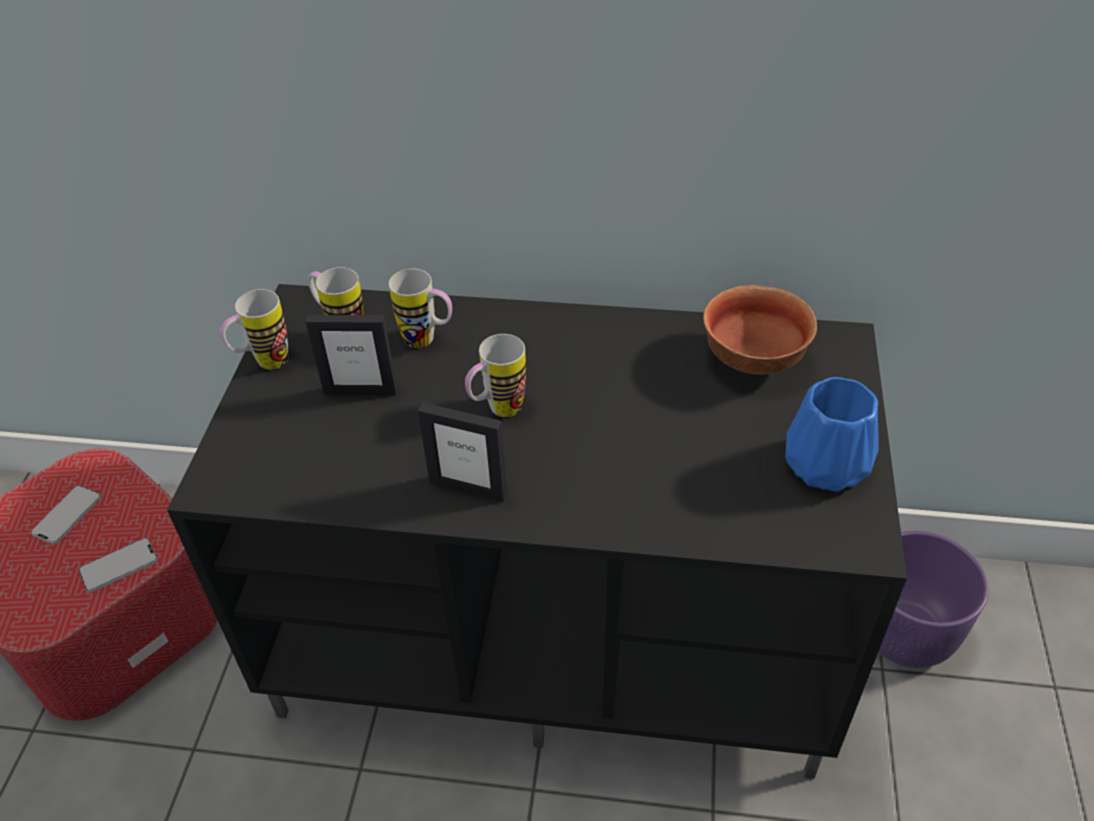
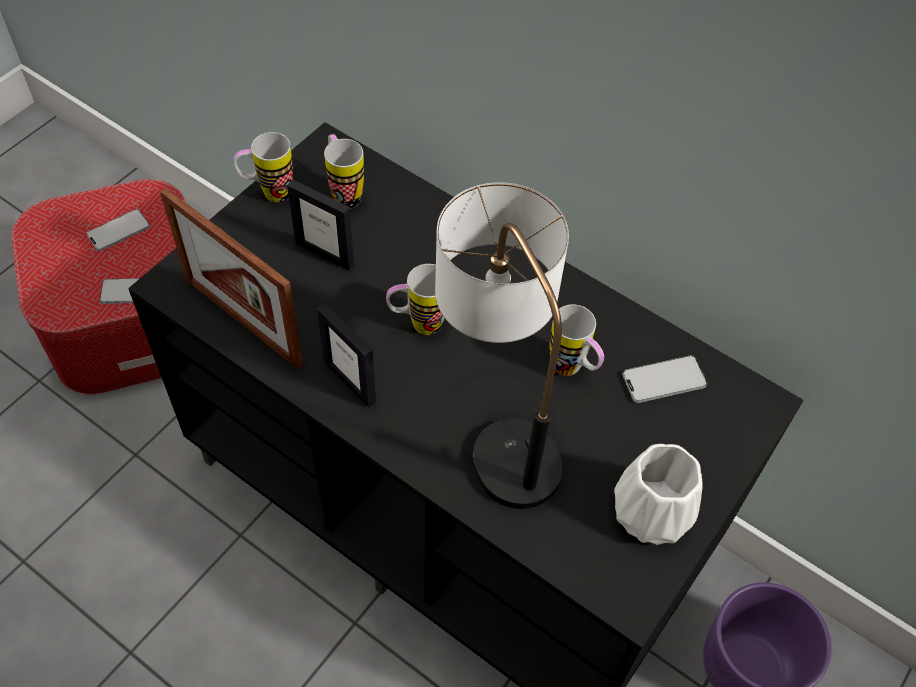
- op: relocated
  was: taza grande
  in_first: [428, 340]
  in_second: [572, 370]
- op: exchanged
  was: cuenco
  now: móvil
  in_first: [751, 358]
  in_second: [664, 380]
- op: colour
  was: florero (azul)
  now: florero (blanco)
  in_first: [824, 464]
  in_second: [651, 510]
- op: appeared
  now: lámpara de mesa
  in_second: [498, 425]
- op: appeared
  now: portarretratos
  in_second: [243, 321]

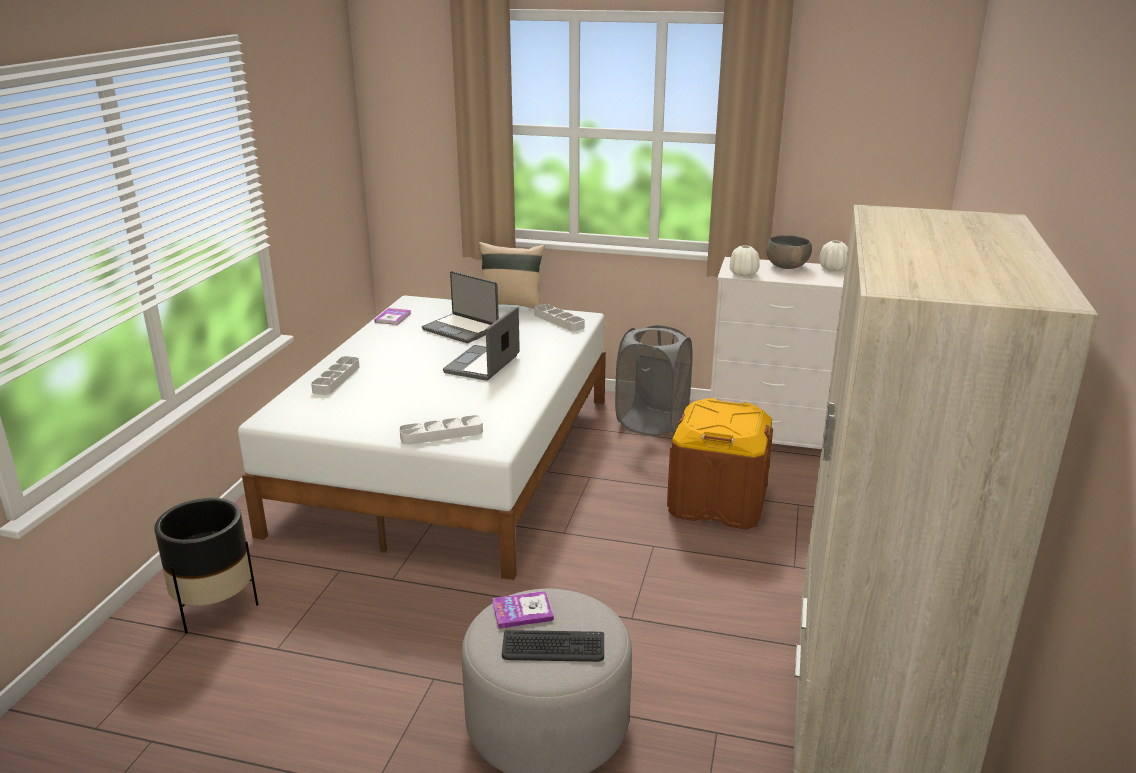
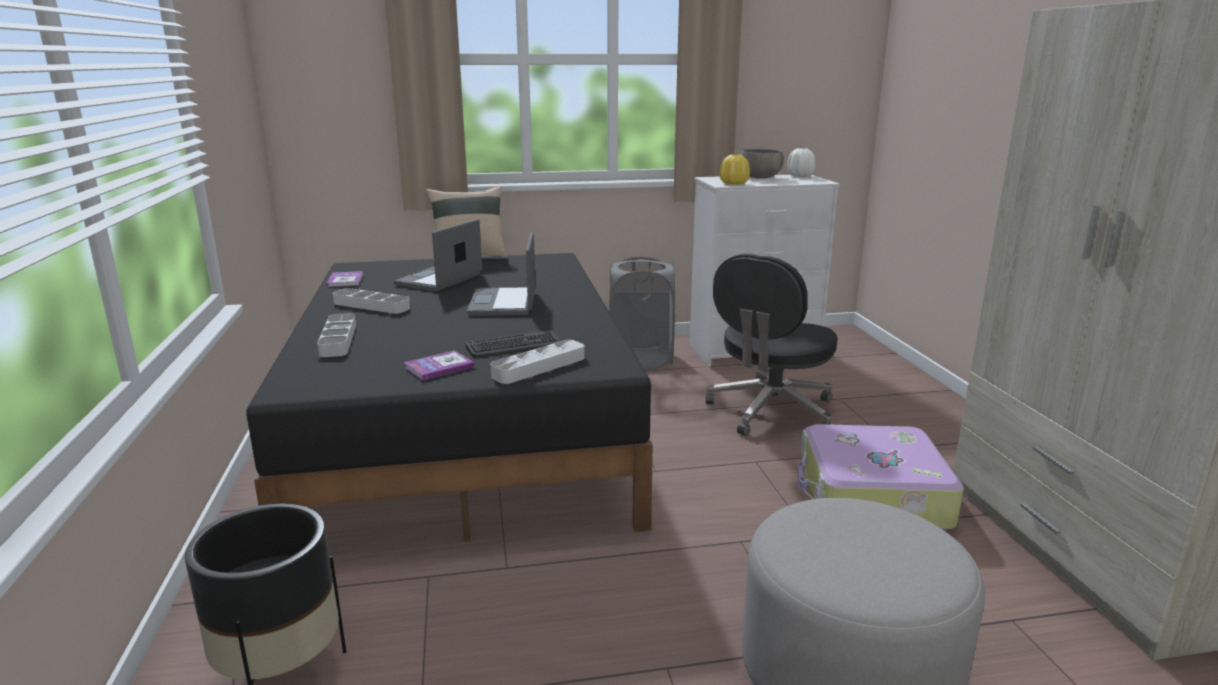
- op: colour
  was: florero (blanco)
  now: florero (amarillo)
  in_first: [743, 274]
  in_second: [734, 183]
- op: spun
  was: portátil
  in_first: [461, 329]
  in_second: [440, 280]
  clockwise: 105
- op: colour
  was: cama (blanco)
  now: cama (negro)
  in_first: [452, 461]
  in_second: [466, 431]
- op: relocated
  was: bandeja (gris)
  in_first: [559, 321]
  in_second: [371, 305]
- op: exchanged
  was: caja de almacenaje (marrón)
  now: silla de oficina (negro)
  in_first: [717, 502]
  in_second: [770, 411]
- op: relocated
  was: libro
  in_first: [522, 611]
  in_second: [439, 367]
- op: relocated
  was: teclado
  in_first: [553, 648]
  in_second: [514, 346]
- op: appeared
  now: maleta
  in_second: [871, 496]

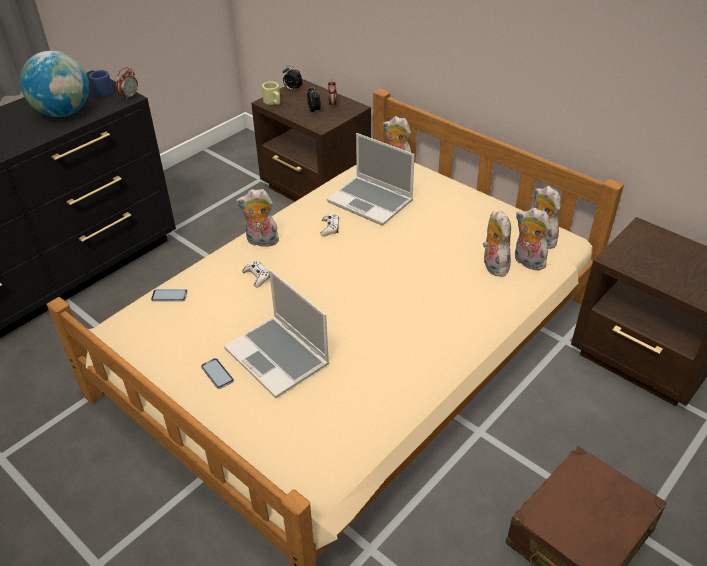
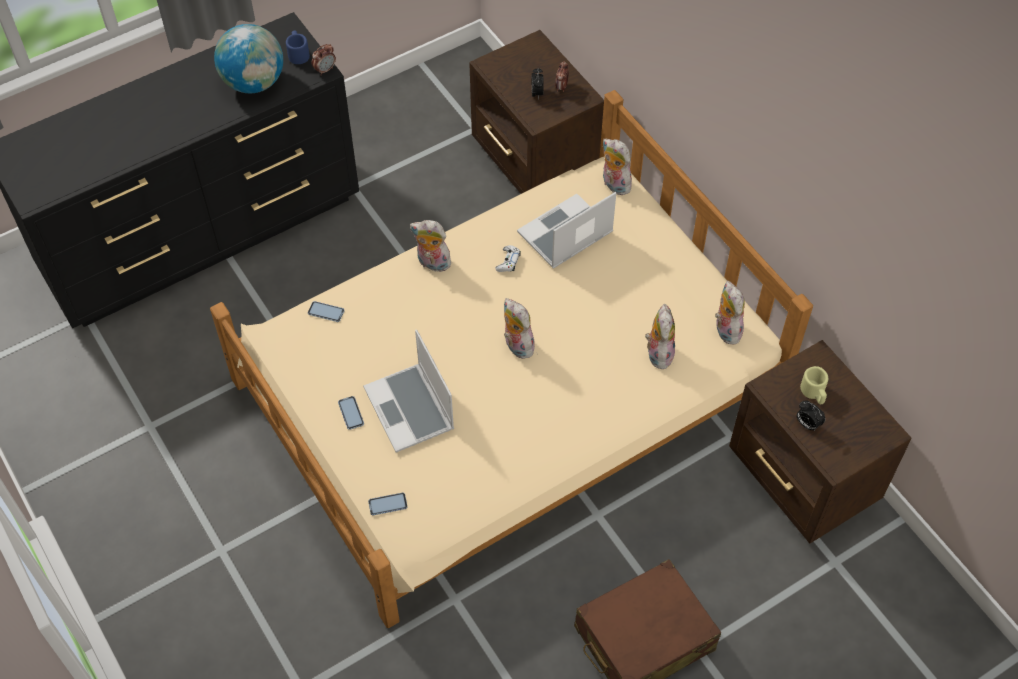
- op: relocated
  was: despertador
  in_first: [292, 89]
  in_second: [807, 424]
- op: relocated
  was: taza grande (beis)
  in_first: [273, 102]
  in_second: [814, 393]
- op: spun
  was: portátil
  in_first: [371, 202]
  in_second: [565, 234]
  clockwise: 90
- op: relocated
  was: peluche
  in_first: [527, 262]
  in_second: [516, 345]
- op: missing
  was: mando de consola (blanco)
  in_first: [257, 277]
- op: appeared
  now: móvil
  in_second: [387, 504]

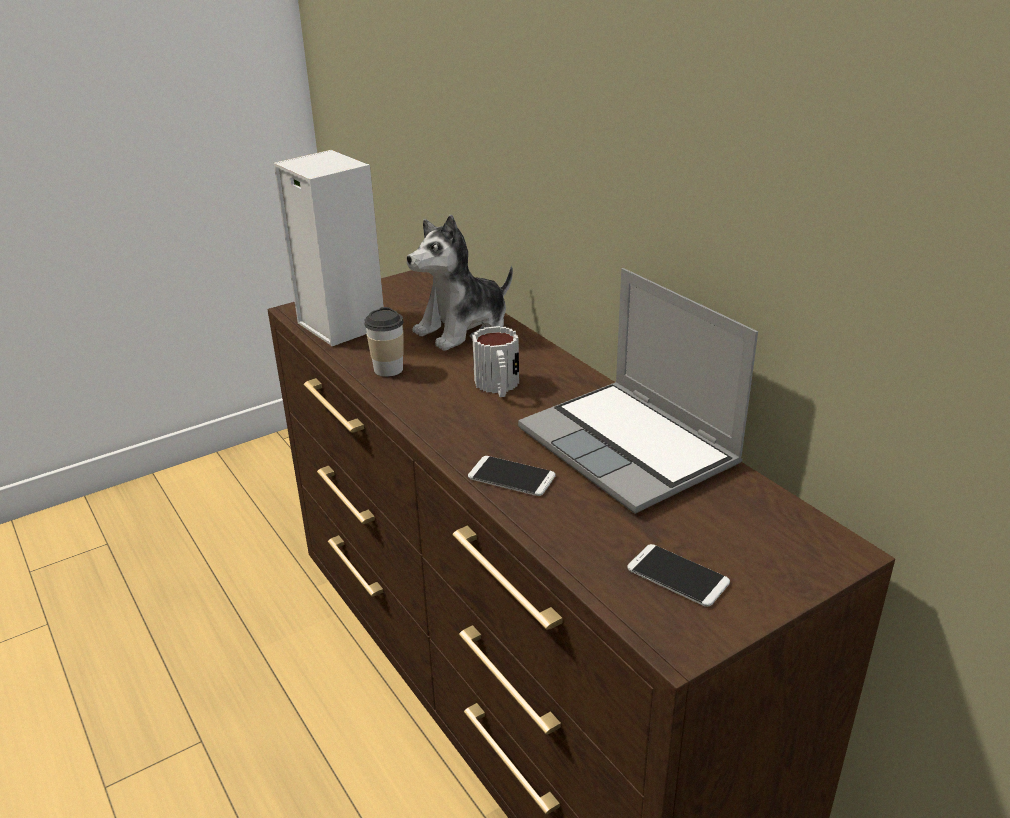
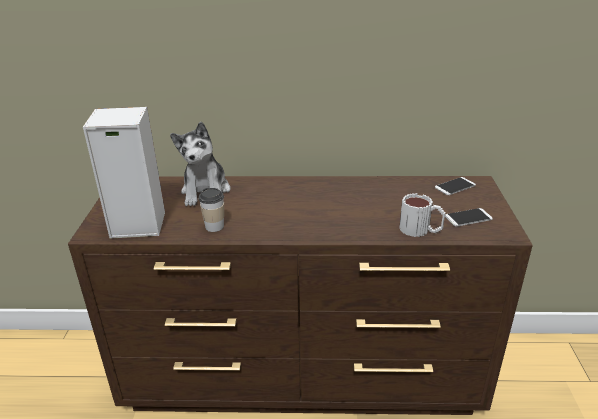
- op: missing
  was: portátil
  in_first: [631, 448]
- op: relocated
  was: taza grande
  in_first: [498, 387]
  in_second: [421, 230]
- op: relocated
  was: móvil
  in_first: [511, 477]
  in_second: [455, 186]

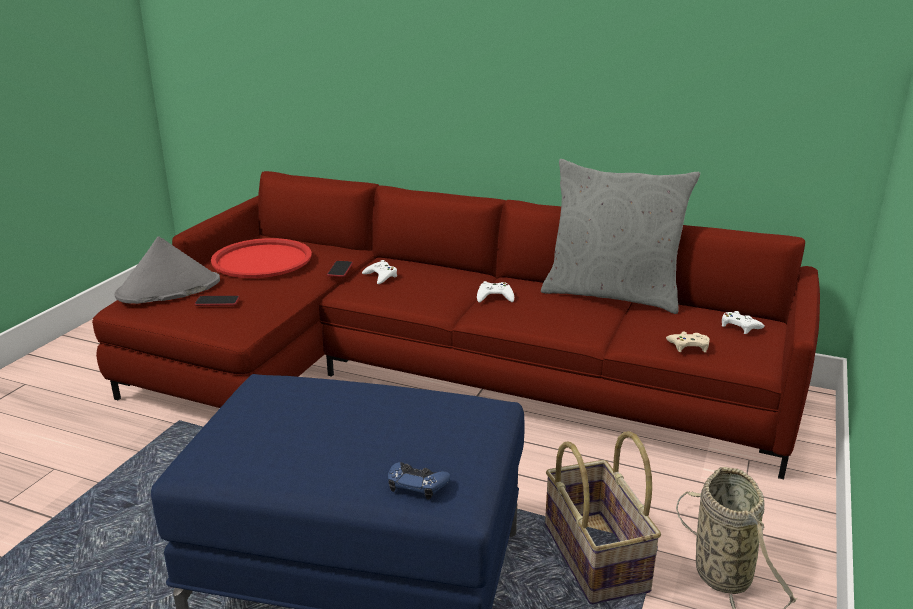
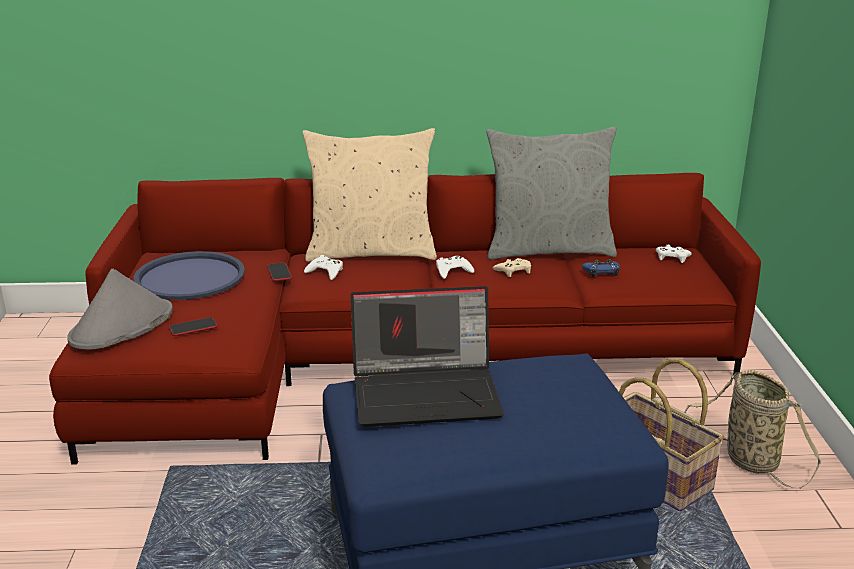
- op: colour
  was: bandeja (rojo)
  now: bandeja (azul)
  in_first: [262, 260]
  in_second: [190, 277]
- op: relocated
  was: mando de consola (beis)
  in_first: [689, 346]
  in_second: [513, 271]
- op: relocated
  was: mando de consola (azul)
  in_first: [417, 484]
  in_second: [601, 272]
- op: appeared
  now: cojín (beis)
  in_second: [371, 252]
- op: appeared
  now: portátil
  in_second: [427, 392]

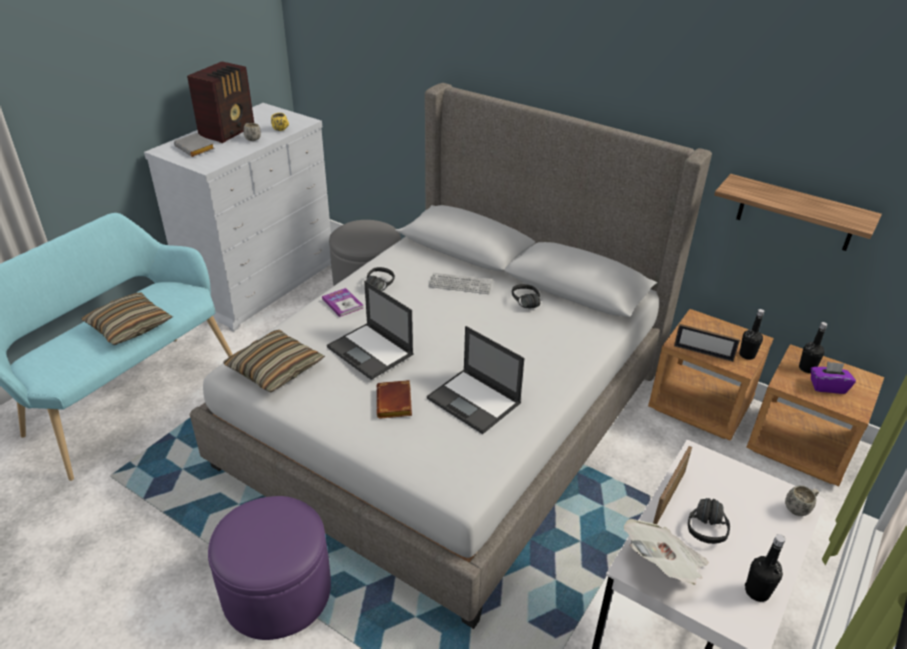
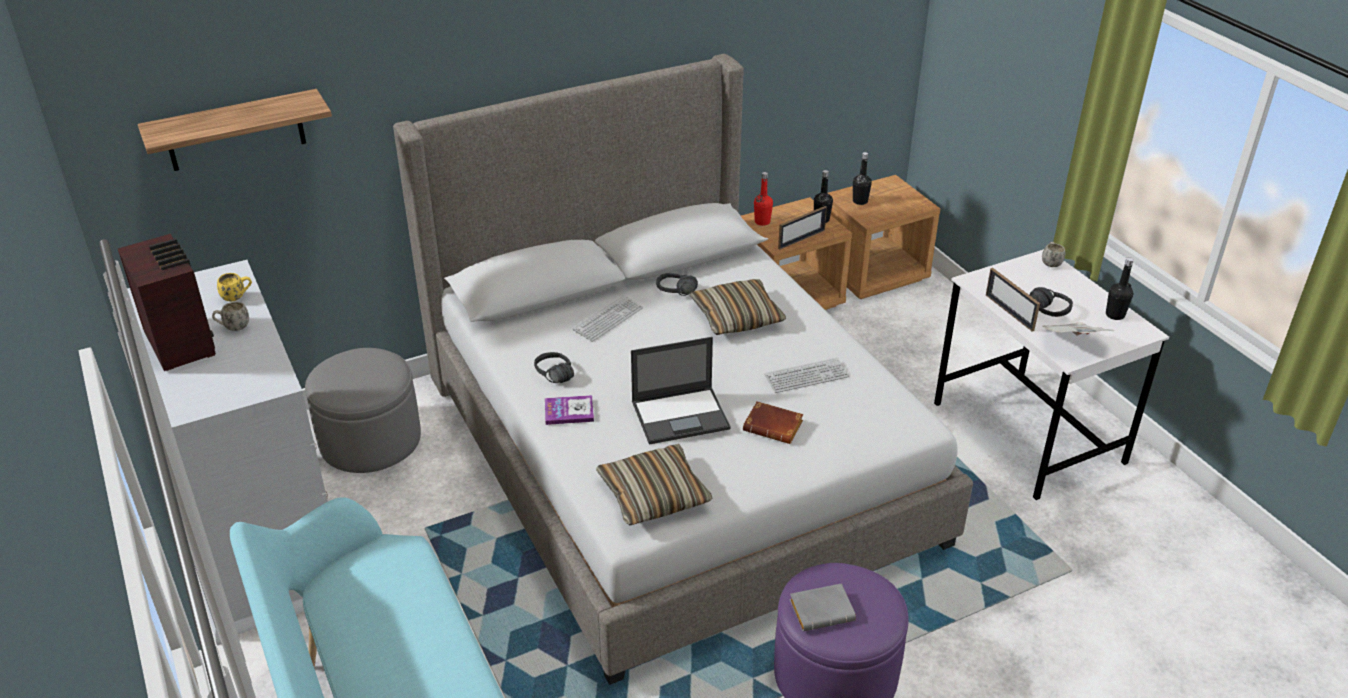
- op: relocated
  was: libro (gris)
  in_first: [196, 149]
  in_second: [822, 610]
- op: relocated
  was: estante
  in_first: [796, 213]
  in_second: [235, 131]
- op: relocated
  was: cojín
  in_first: [129, 326]
  in_second: [737, 317]
- op: exchanged
  was: portátil
  now: teclado
  in_first: [474, 401]
  in_second: [806, 376]
- op: missing
  was: caja de pañuelos (morado)
  in_first: [827, 386]
- op: appeared
  now: botella (rojo)
  in_second: [762, 222]

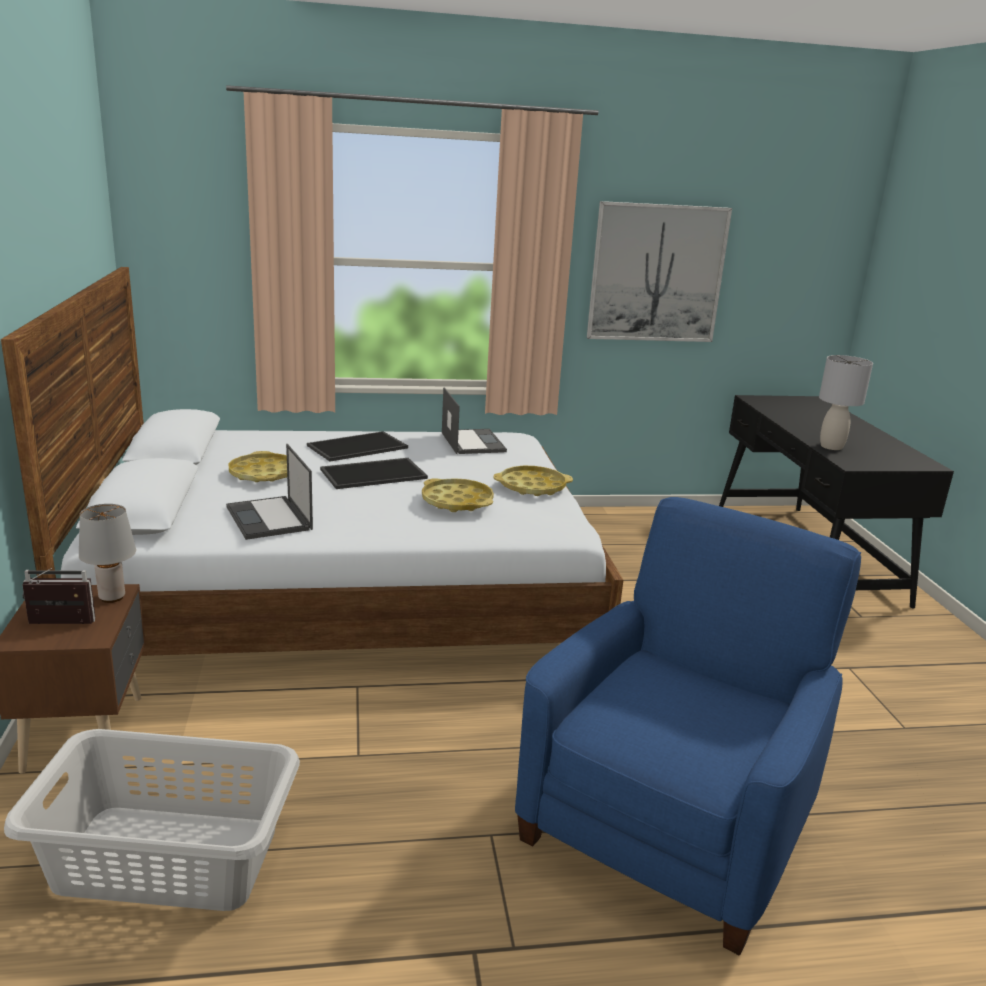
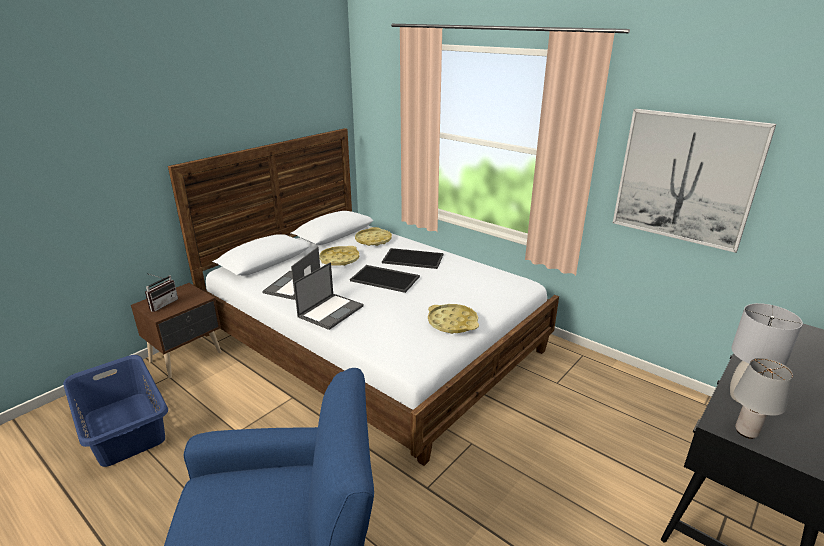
- op: relocated
  was: portátil
  in_first: [472, 442]
  in_second: [331, 311]
- op: relocated
  was: bandeja (amarillo)
  in_first: [457, 501]
  in_second: [373, 240]
- op: relocated
  was: lámpara de mesa (gris)
  in_first: [111, 597]
  in_second: [745, 431]
- op: spun
  was: radio
  in_first: [59, 625]
  in_second: [162, 304]
  clockwise: 75
- op: colour
  was: cesto de la ropa (gris)
  now: cesto de la ropa (azul)
  in_first: [167, 856]
  in_second: [125, 427]

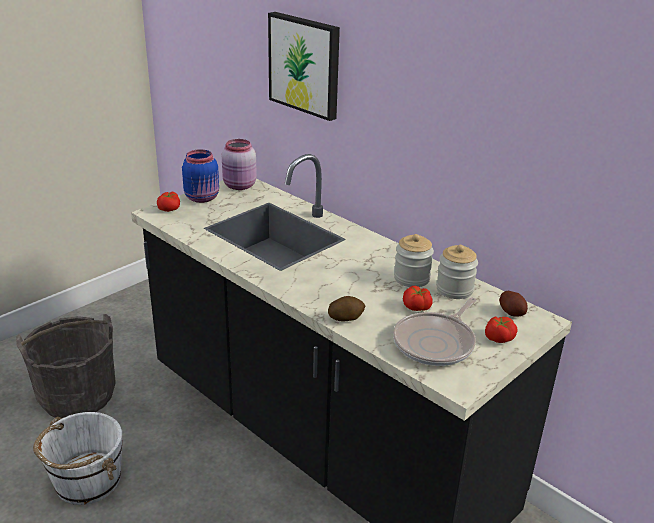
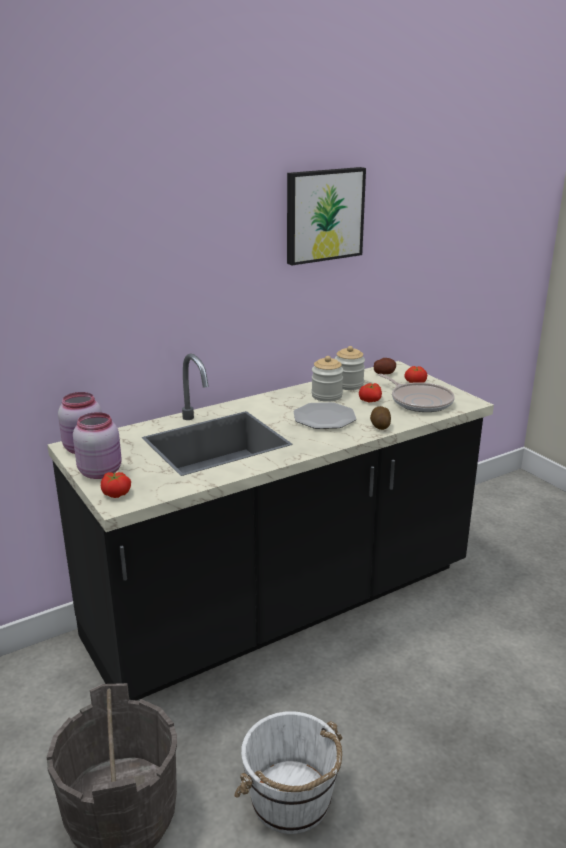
- op: relocated
  was: cuadro
  in_first: [305, 65]
  in_second: [323, 215]
- op: colour
  was: tarro (azul)
  now: tarro (rosa)
  in_first: [203, 198]
  in_second: [101, 471]
- op: appeared
  now: plato
  in_second: [324, 418]

